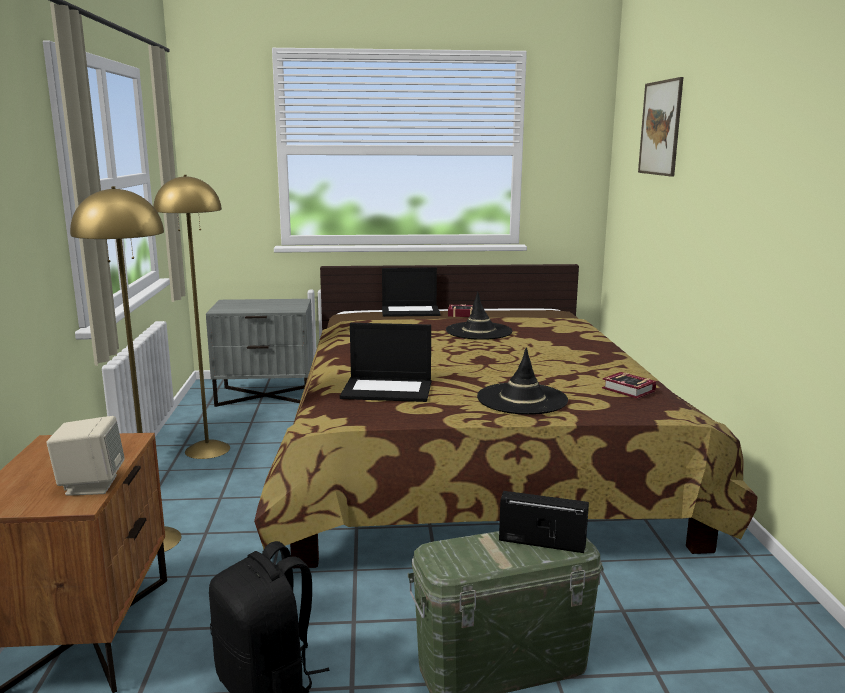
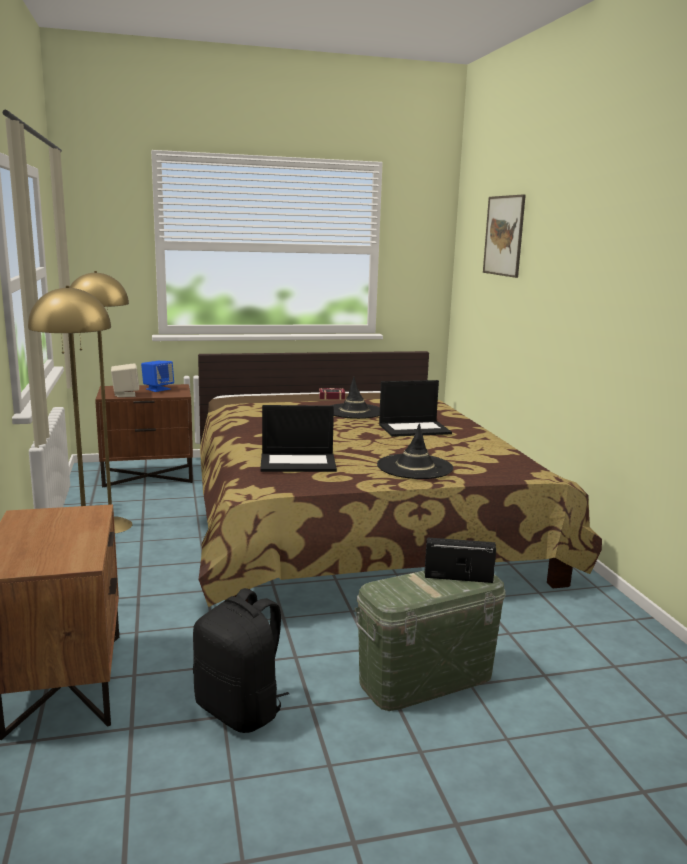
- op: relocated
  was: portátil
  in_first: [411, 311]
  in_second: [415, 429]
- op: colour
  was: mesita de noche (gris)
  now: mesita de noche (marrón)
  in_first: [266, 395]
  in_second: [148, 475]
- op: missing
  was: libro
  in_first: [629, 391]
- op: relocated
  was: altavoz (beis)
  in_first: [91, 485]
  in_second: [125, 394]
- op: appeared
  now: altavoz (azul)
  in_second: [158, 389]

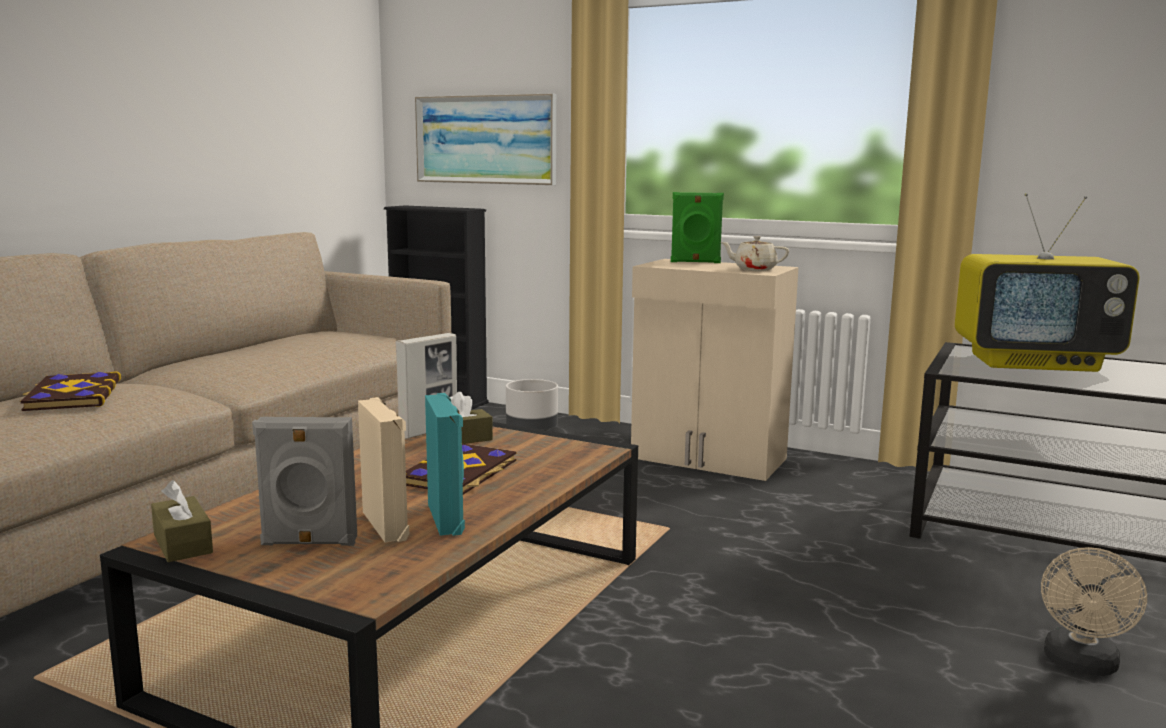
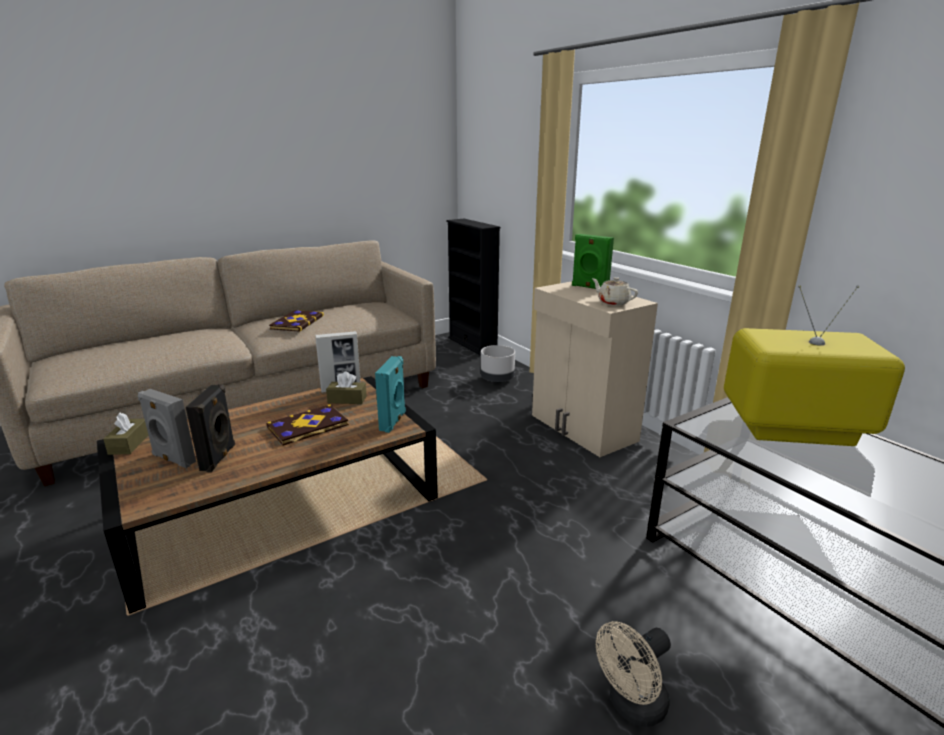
- op: missing
  was: cuadro
  in_first: [485, 139]
- op: spun
  was: televisor
  in_first: [1034, 362]
  in_second: [793, 430]
  clockwise: 150
- op: relocated
  was: libro
  in_first: [72, 395]
  in_second: [296, 322]
- op: relocated
  was: altavoz (turquesa)
  in_first: [447, 518]
  in_second: [393, 421]
- op: colour
  was: altavoz (beis)
  now: altavoz (negro)
  in_first: [387, 525]
  in_second: [219, 458]

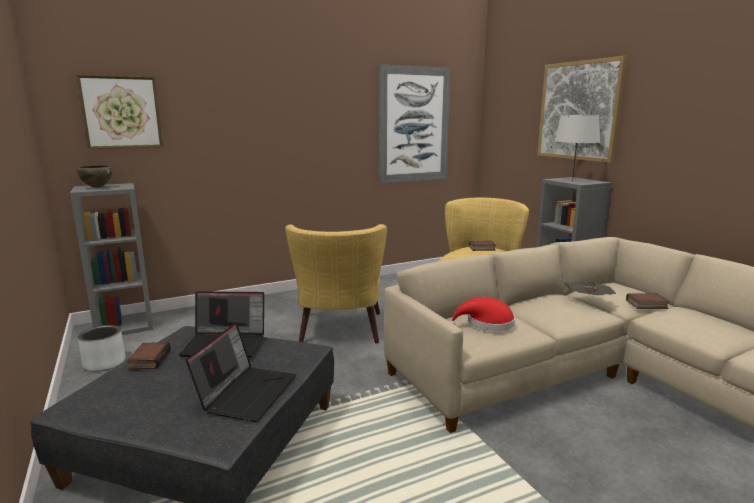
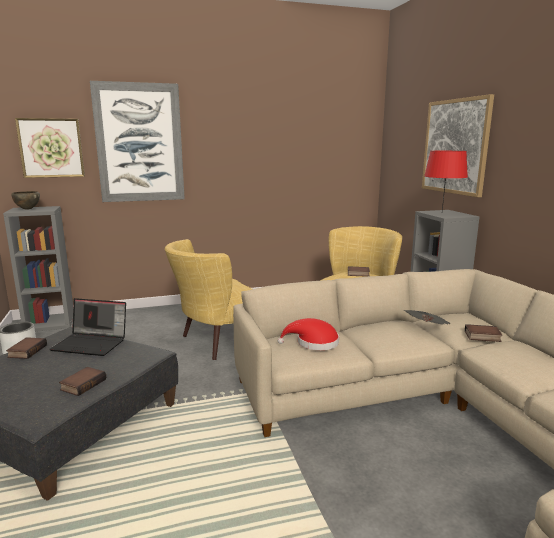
- op: relocated
  was: cuadro
  in_first: [414, 125]
  in_second: [139, 143]
- op: colour
  was: lámpara de mesa (gris)
  now: lámpara de mesa (rojo)
  in_first: [572, 181]
  in_second: [441, 213]
- op: spun
  was: sillón (amarillo)
  in_first: [339, 333]
  in_second: [217, 342]
  clockwise: 45
- op: exchanged
  was: portátil
  now: libro
  in_first: [247, 392]
  in_second: [83, 384]

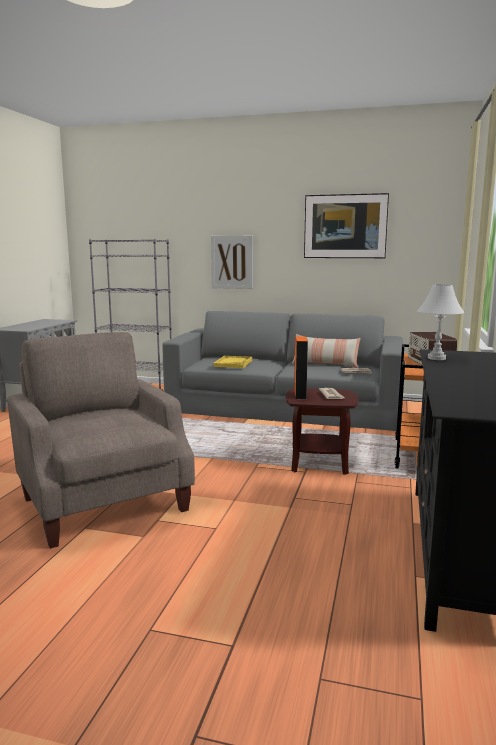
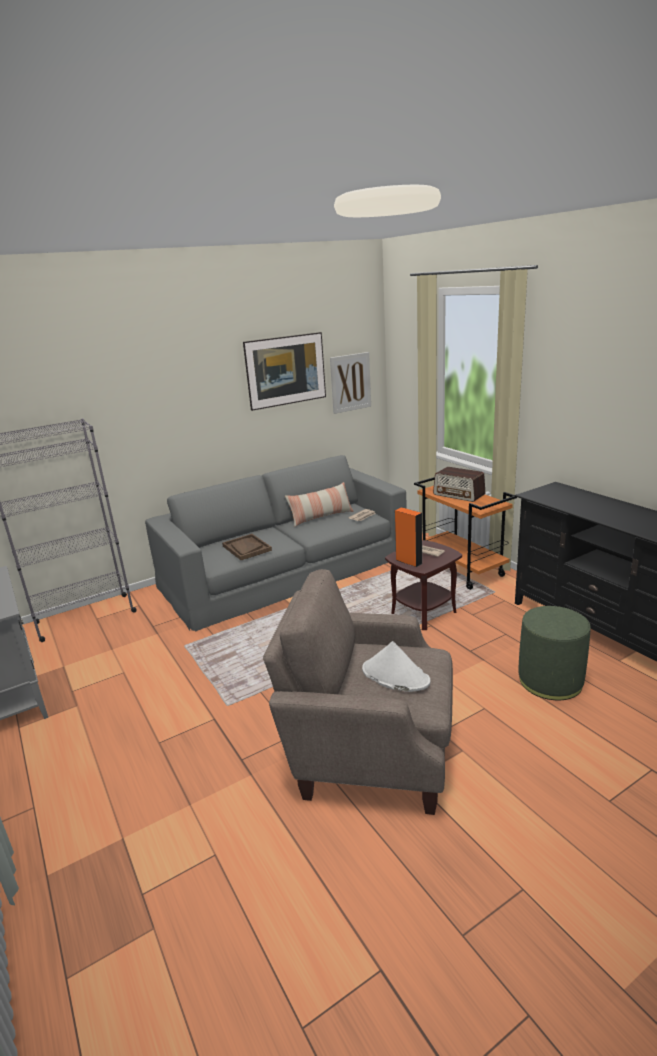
- op: relocated
  was: cuadro
  in_first: [232, 262]
  in_second: [350, 382]
- op: missing
  was: lámpara de mesa (blanco)
  in_first: [436, 358]
- op: colour
  was: bandeja (amarillo)
  now: bandeja (marrón)
  in_first: [233, 363]
  in_second: [246, 548]
- op: appeared
  now: puf (verde)
  in_second: [550, 681]
- op: appeared
  now: sombrero (blanco)
  in_second: [395, 675]

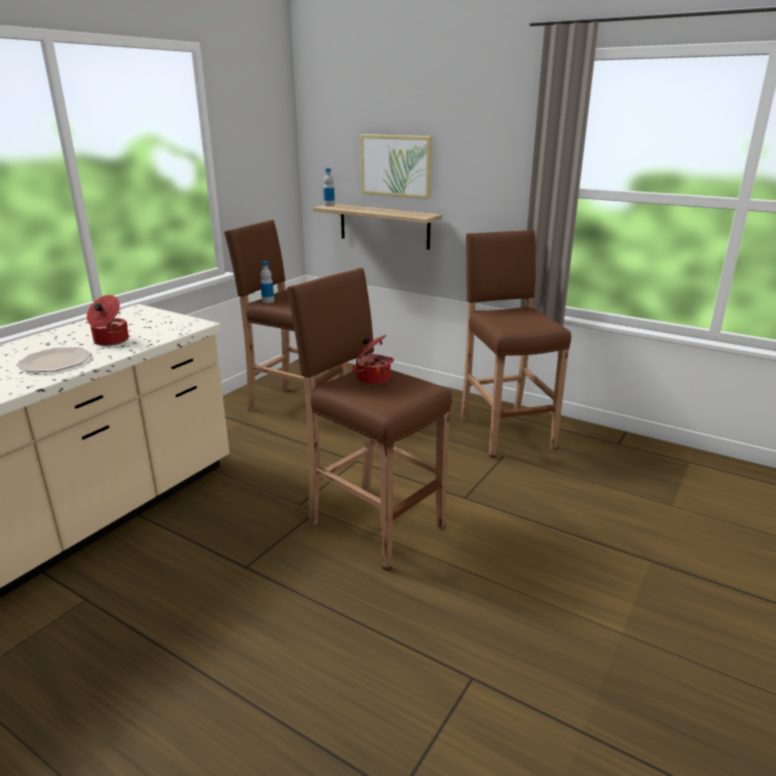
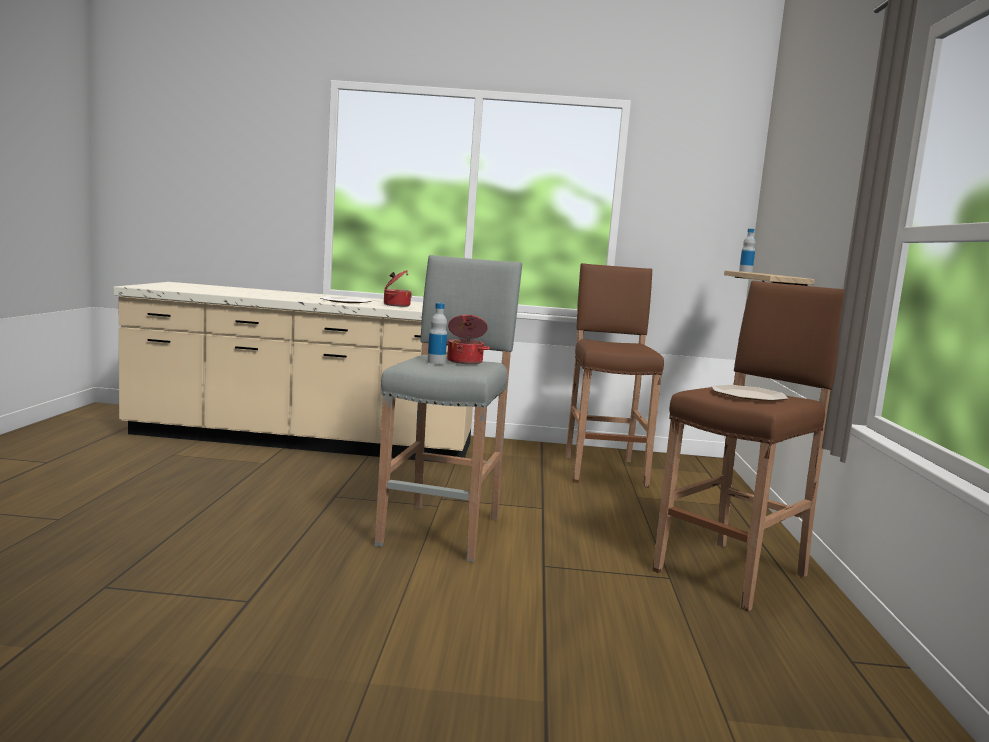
- op: missing
  was: cuadro
  in_first: [396, 166]
- op: relocated
  was: botella
  in_first: [268, 301]
  in_second: [436, 362]
- op: colour
  was: taburete (marrón)
  now: taburete (gris)
  in_first: [373, 524]
  in_second: [442, 530]
- op: appeared
  now: plato
  in_second: [748, 395]

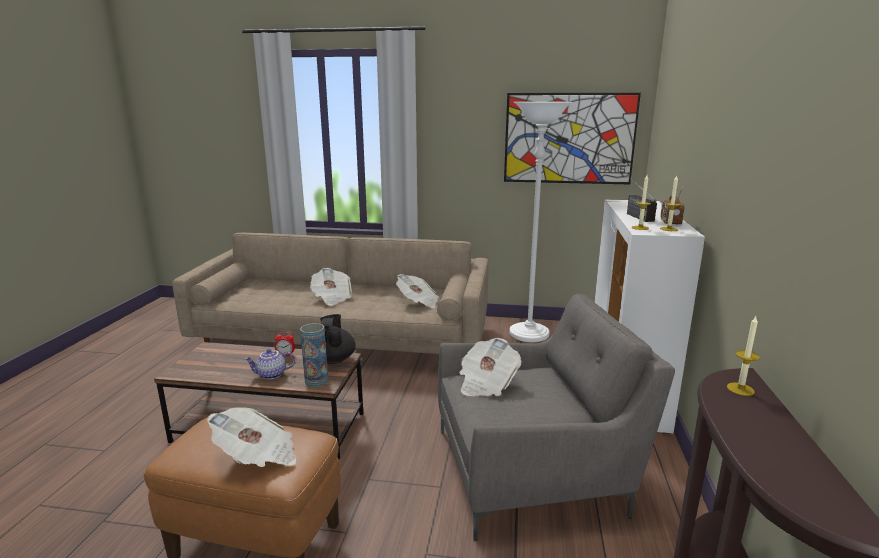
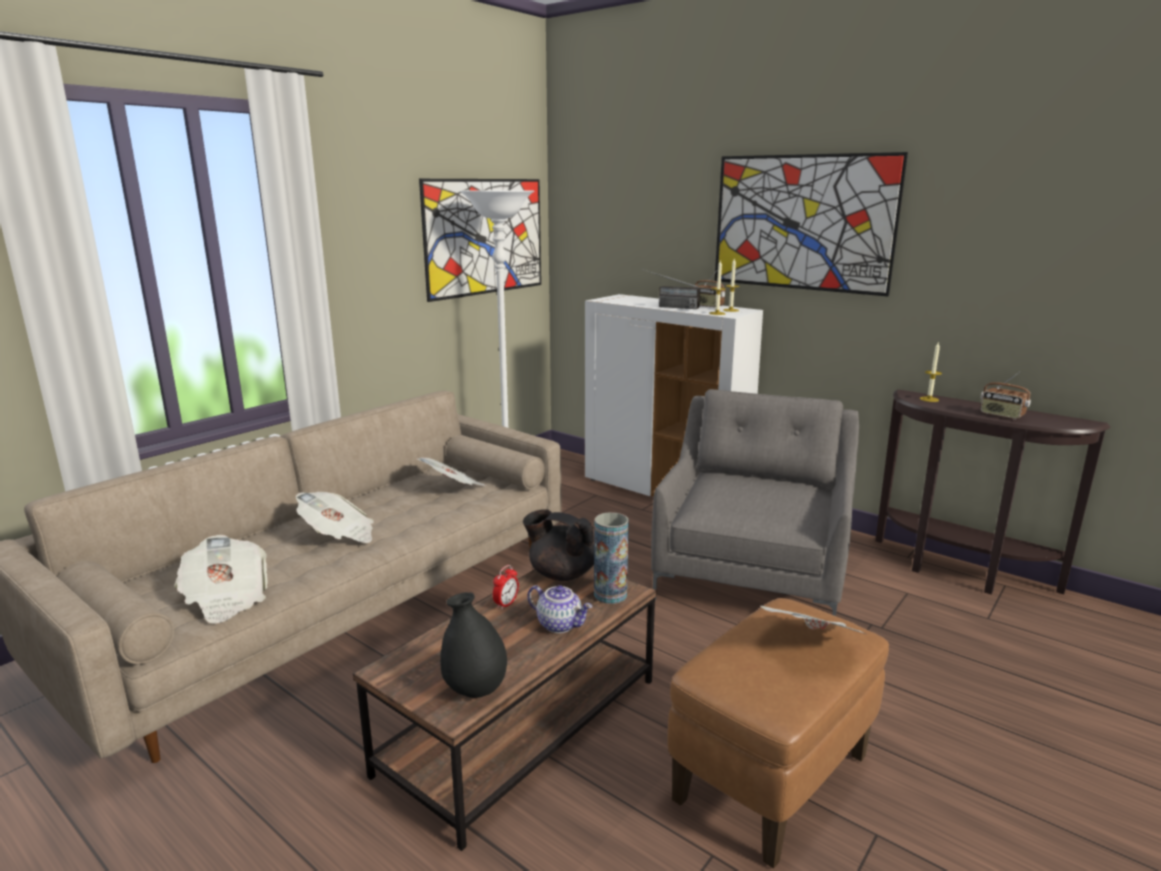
- op: relocated
  was: periódico
  in_first: [486, 383]
  in_second: [226, 599]
- op: spun
  was: tetera
  in_first: [271, 375]
  in_second: [560, 624]
  clockwise: -75
- op: appeared
  now: cuadro
  in_second: [802, 223]
- op: appeared
  now: radio
  in_second: [1001, 415]
- op: appeared
  now: florero (negro)
  in_second: [475, 690]

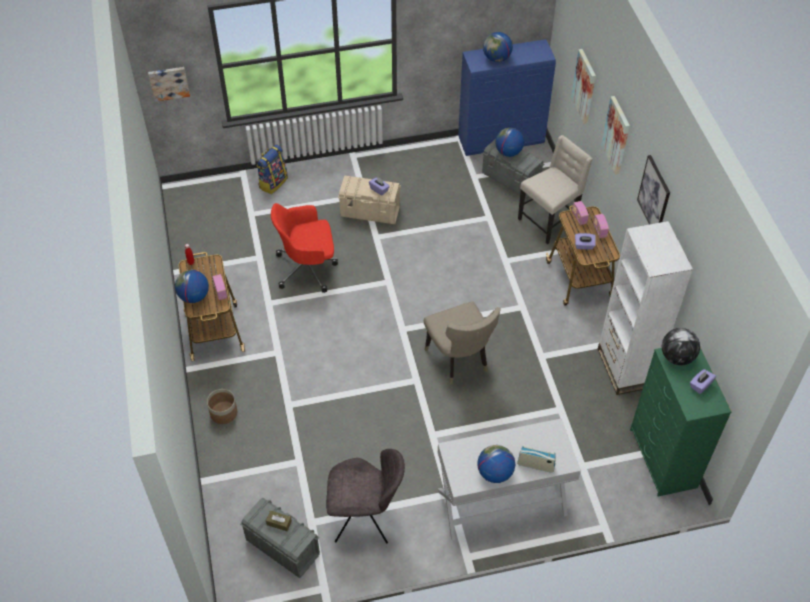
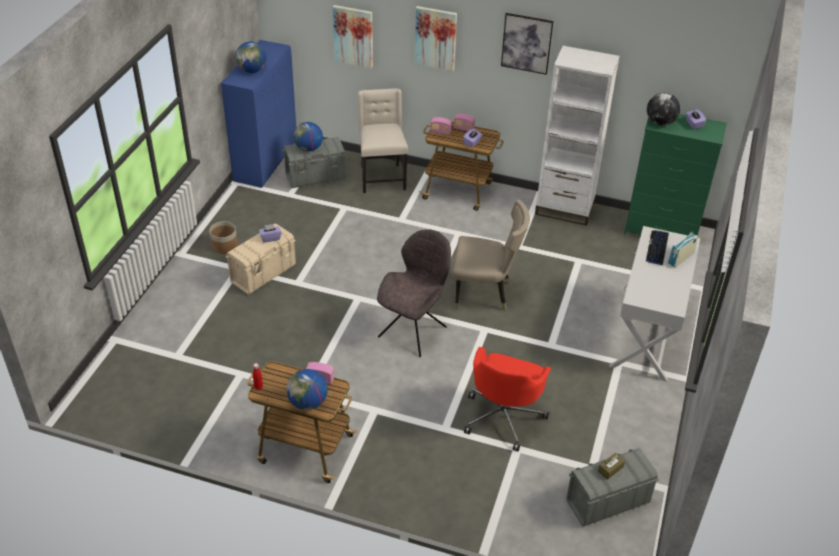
- op: missing
  was: cuadro
  in_first: [169, 83]
- op: missing
  was: mochila
  in_first: [273, 182]
- op: relocated
  was: silla de oficina (rojo)
  in_first: [308, 268]
  in_second: [503, 416]
- op: relocated
  was: maceta
  in_first: [224, 413]
  in_second: [224, 246]
- op: missing
  was: globo terráqueo
  in_first: [494, 473]
- op: relocated
  was: silla (gris)
  in_first: [365, 519]
  in_second: [414, 330]
- op: appeared
  now: teclado
  in_second: [657, 248]

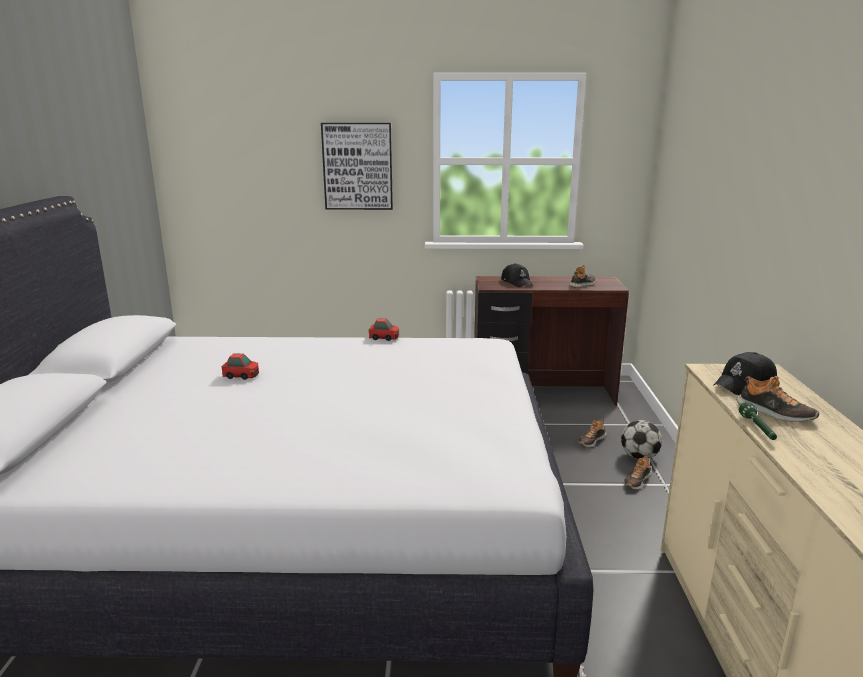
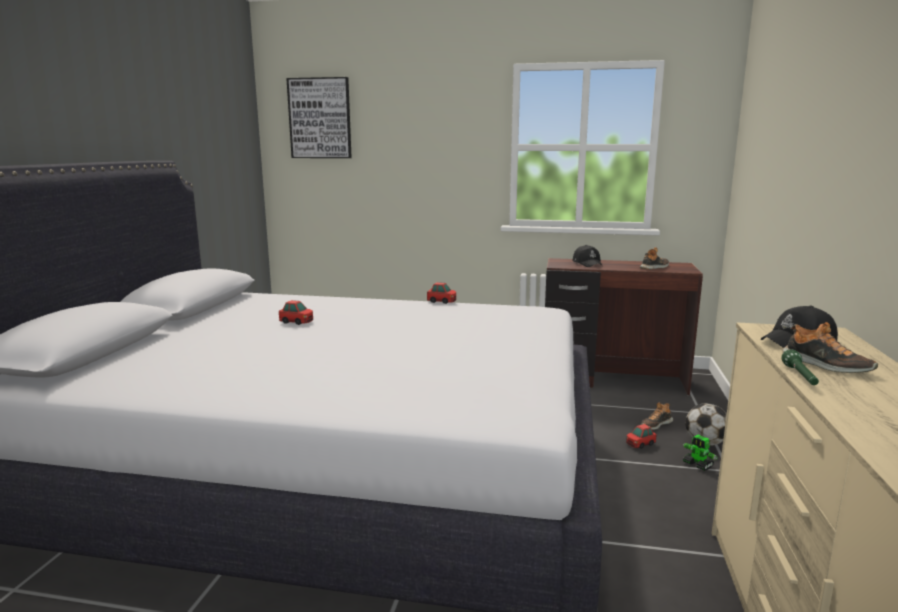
- op: relocated
  was: cuadro
  in_first: [357, 166]
  in_second: [320, 118]
- op: exchanged
  was: zapato
  now: robot de juguete
  in_first: [637, 481]
  in_second: [698, 465]
- op: appeared
  now: coche de juguete
  in_second: [640, 444]

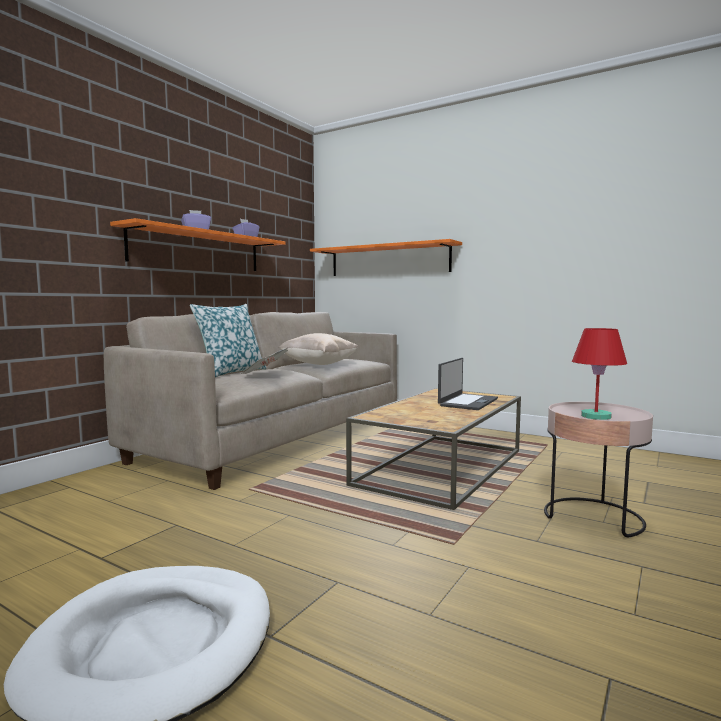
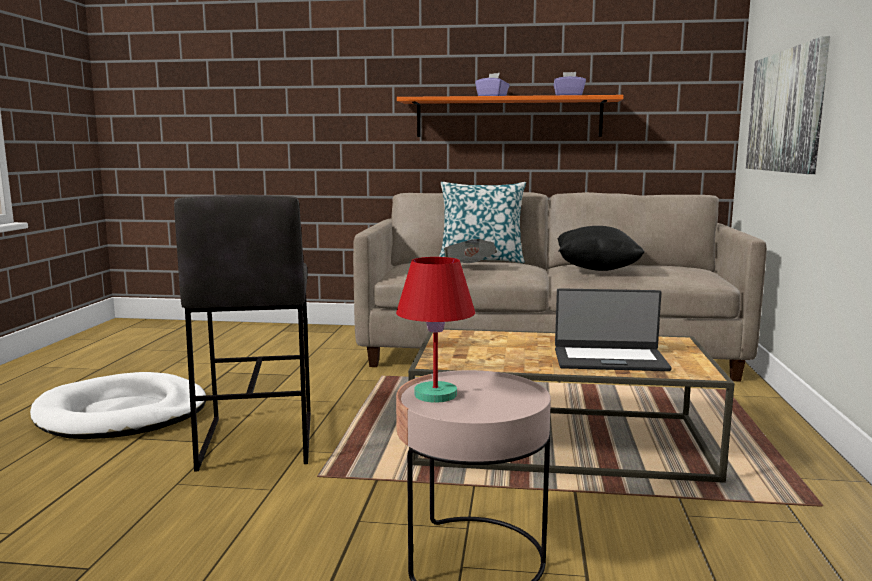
- op: exchanged
  was: estante (naranja)
  now: cuadro
  in_first: [388, 260]
  in_second: [785, 111]
- op: colour
  was: cojín (beis)
  now: cojín (negro)
  in_first: [319, 364]
  in_second: [596, 269]
- op: appeared
  now: taburete (gris)
  in_second: [256, 440]

